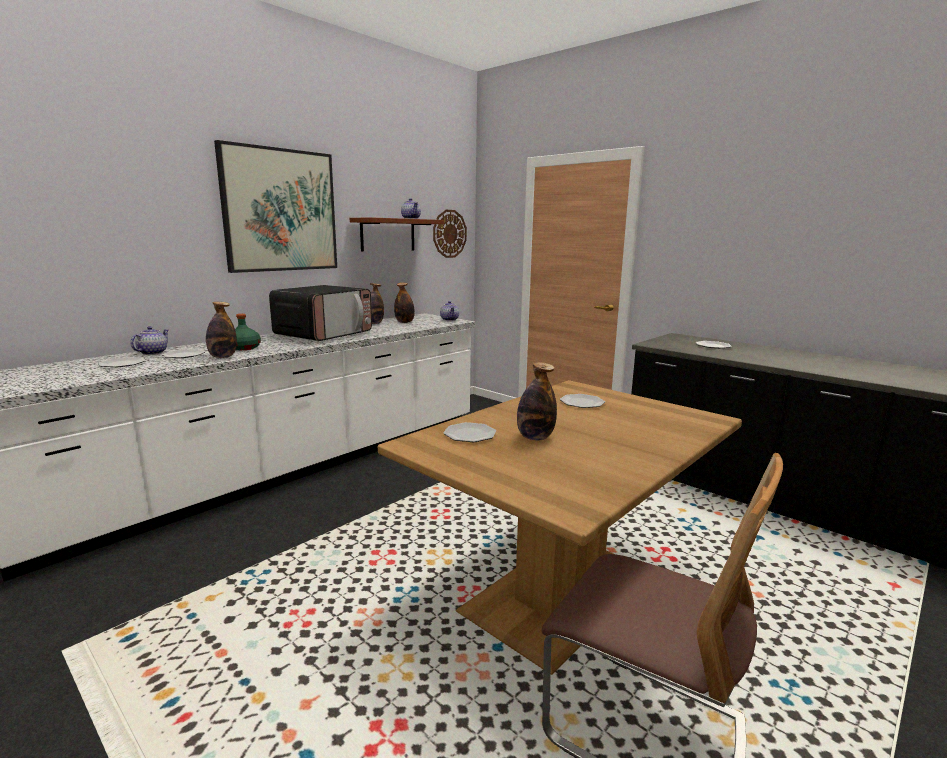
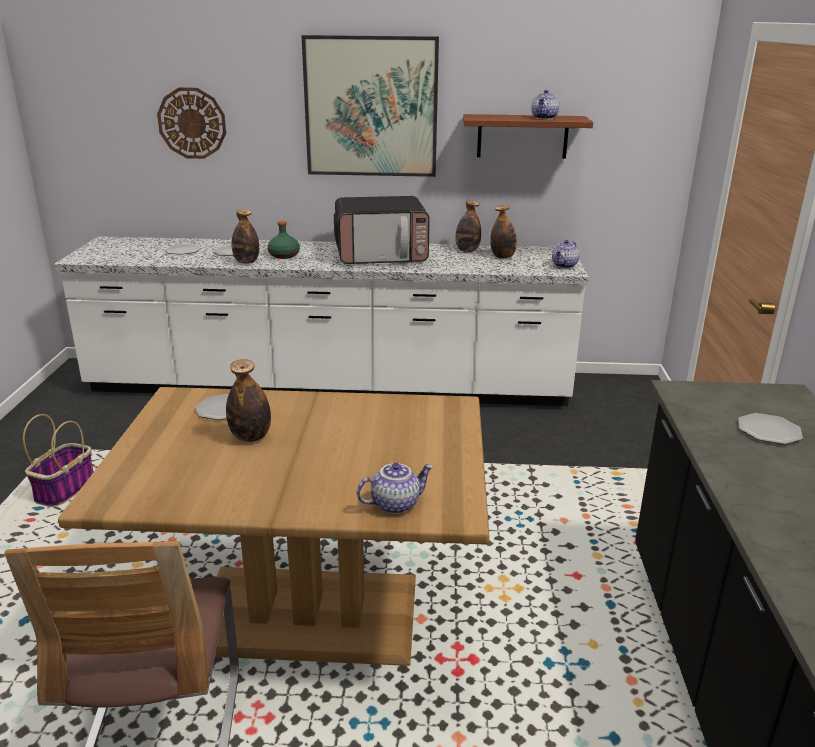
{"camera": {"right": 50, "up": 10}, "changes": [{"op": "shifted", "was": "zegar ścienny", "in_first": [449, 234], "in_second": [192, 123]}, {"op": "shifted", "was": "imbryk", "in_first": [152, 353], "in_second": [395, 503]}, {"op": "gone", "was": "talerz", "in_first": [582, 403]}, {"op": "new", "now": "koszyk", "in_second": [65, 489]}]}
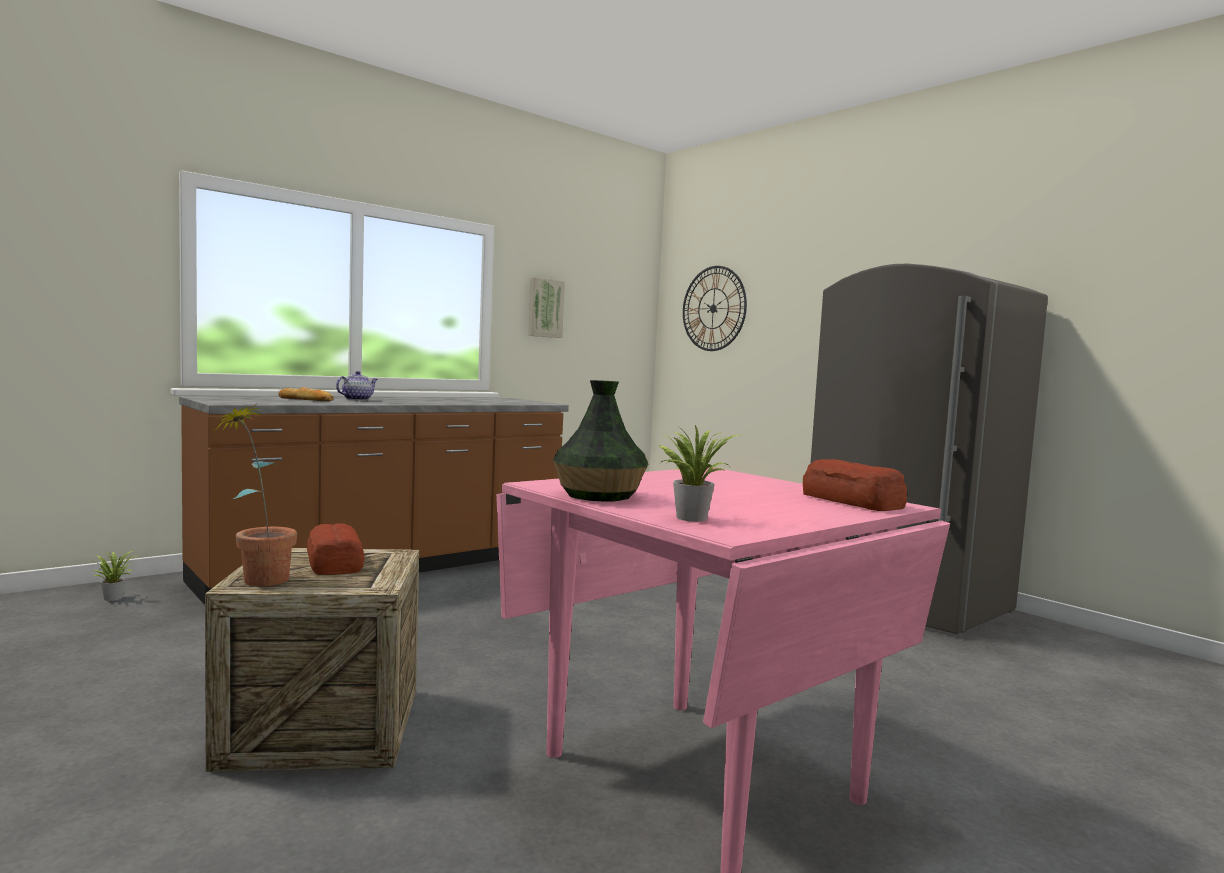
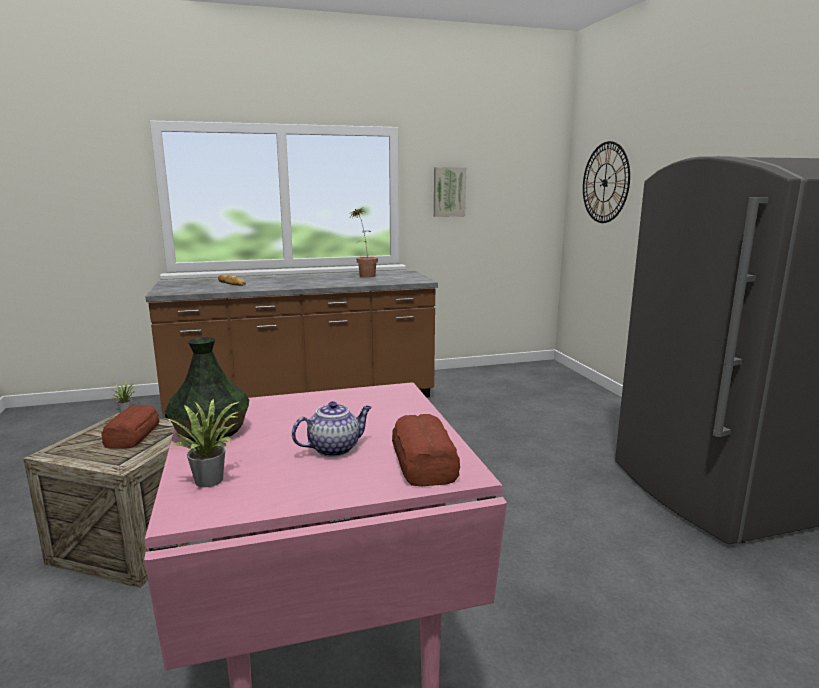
{"camera": {"right": 25, "up": 10}, "changes": [{"op": "shifted", "was": "imbryk", "in_first": [357, 399], "in_second": [335, 448]}, {"op": "shifted", "was": "roślina doniczkowa", "in_first": [258, 577], "in_second": [364, 275]}]}
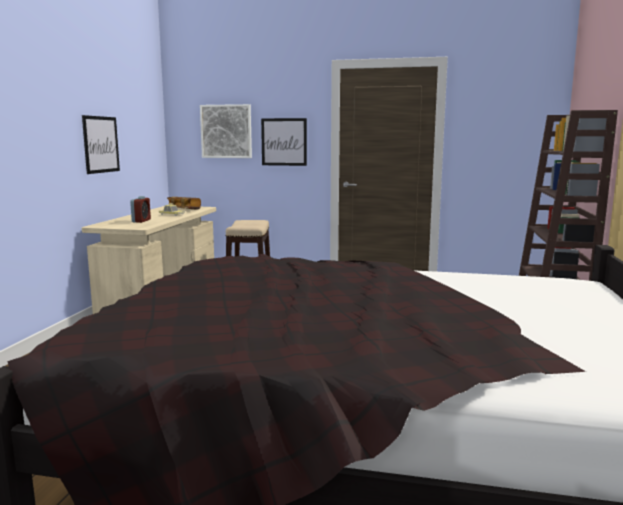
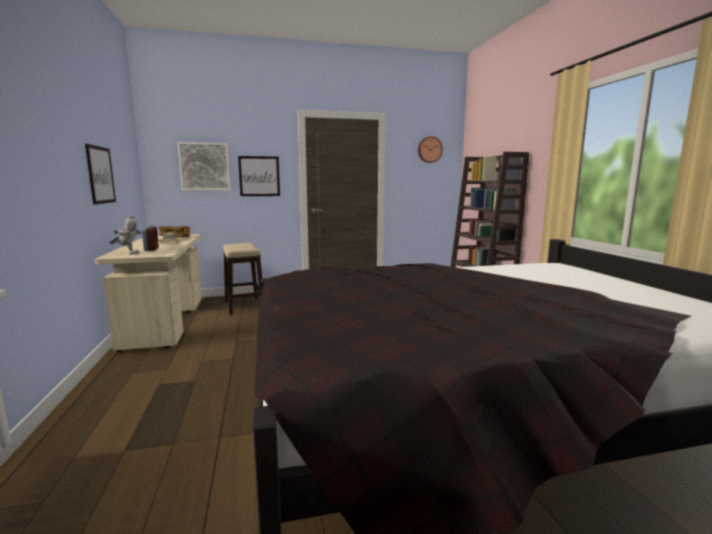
{"camera": {"right": -25, "up": 0}, "changes": [{"op": "new", "now": "zegar ścienny", "in_second": [429, 149]}, {"op": "new", "now": "robot zabawkowy", "in_second": [128, 254]}]}
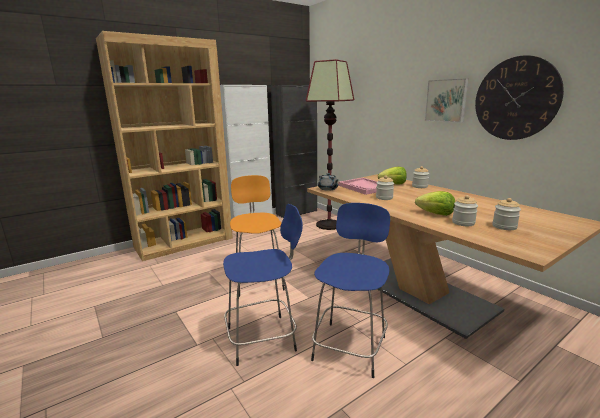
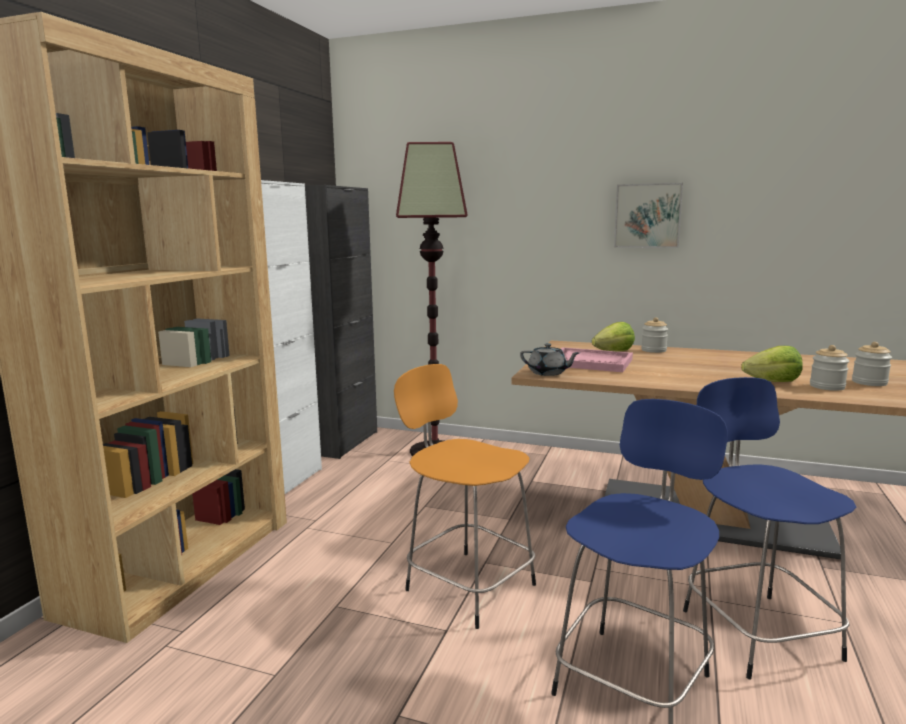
{"camera": {"right": -35, "up": -5}, "changes": [{"op": "gone", "was": "zegar ścienny", "in_first": [516, 99]}, {"op": "gone", "was": "słoik", "in_first": [384, 198]}]}
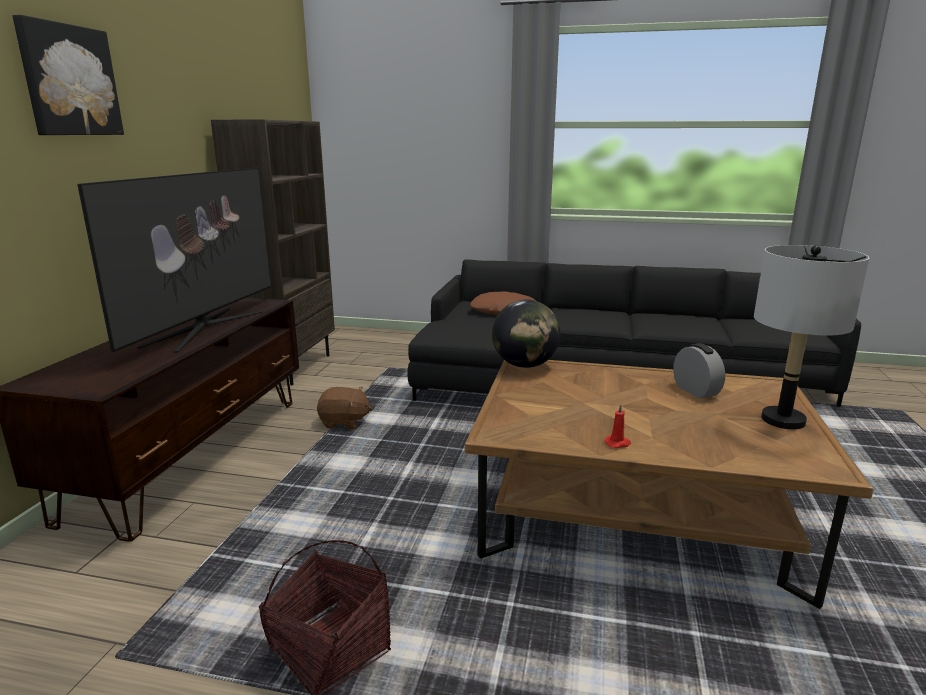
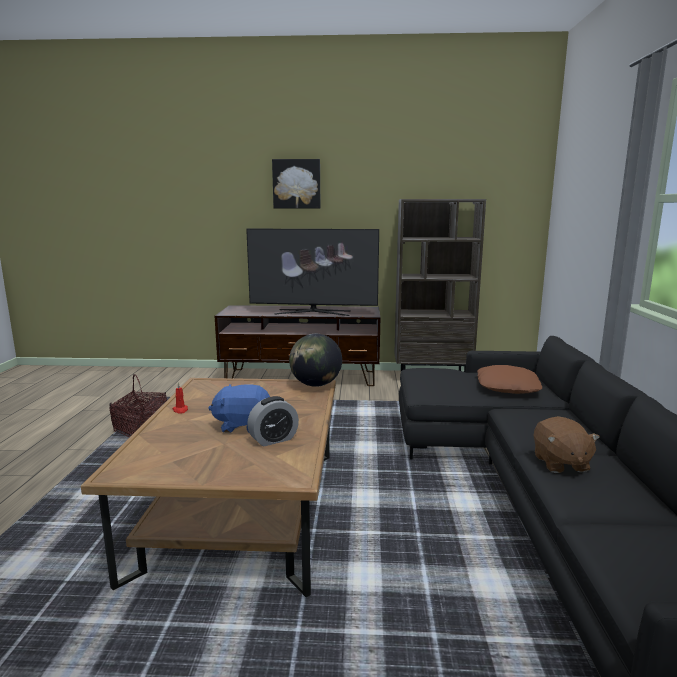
{"camera": {"right": 80, "up": -5}, "changes": [{"op": "gone", "was": "lampa stołowa (szary)", "in_first": [783, 420]}, {"op": "shifted", "was": "pluszak (brązowy)", "in_first": [344, 422], "in_second": [560, 463]}, {"op": "new", "now": "pluszak (niebieski)", "in_second": [243, 425]}]}
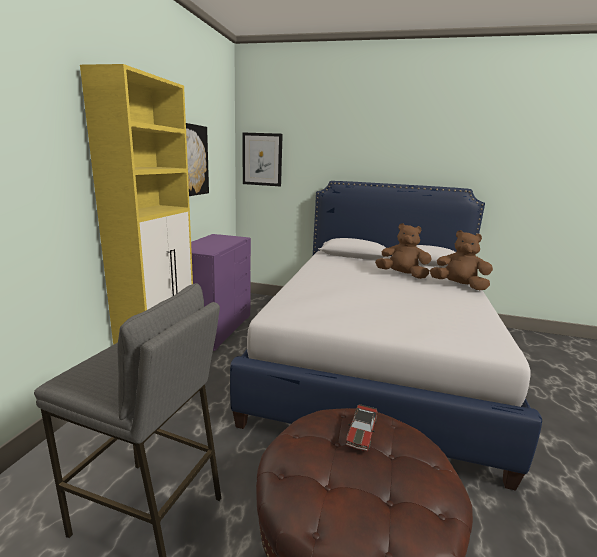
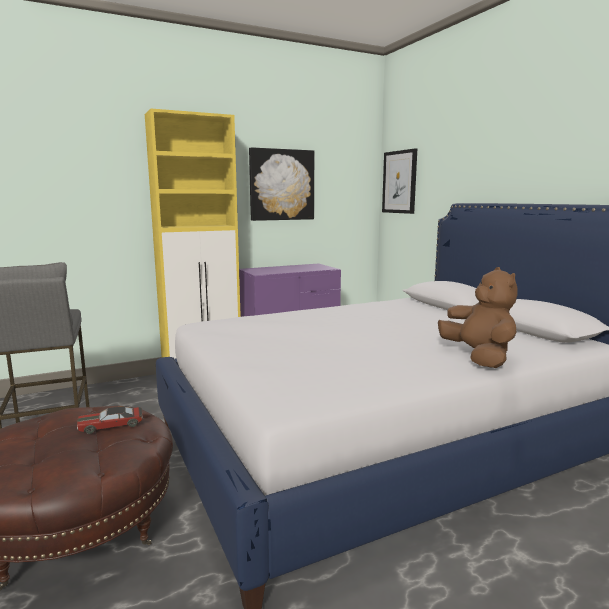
{"camera": {"right": 50, "up": -5}, "changes": [{"op": "gone", "was": "pluszak (brązowy)", "in_first": [402, 275]}]}
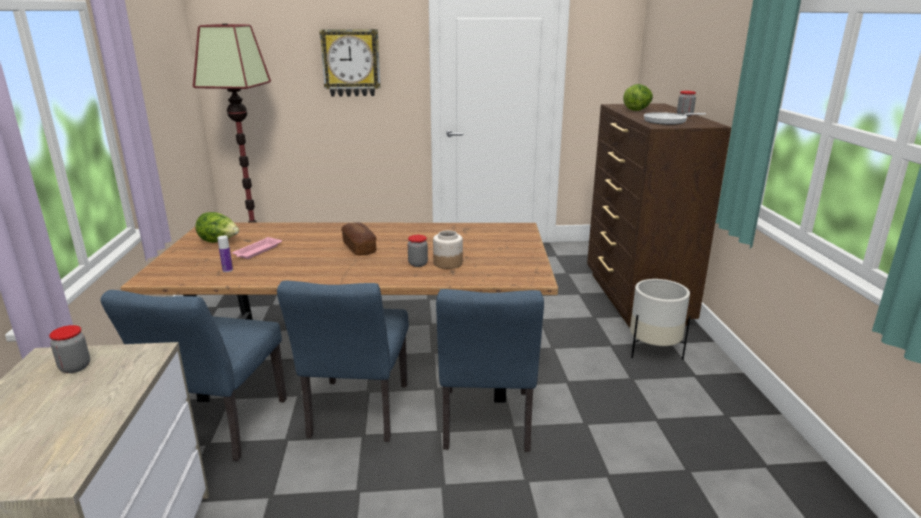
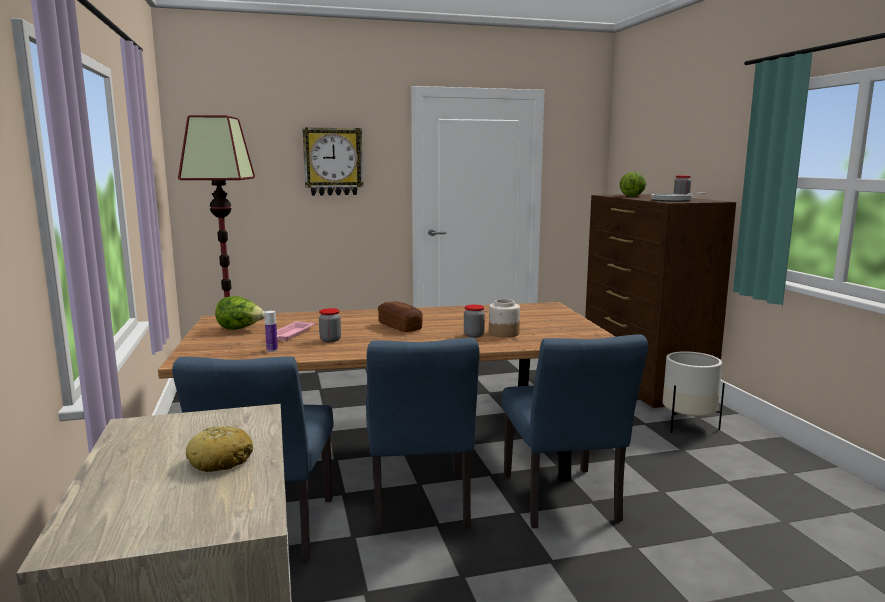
{"camera": {"right": -10, "up": -10}, "changes": [{"op": "shifted", "was": "słoik", "in_first": [75, 367], "in_second": [330, 340]}, {"op": "new", "now": "chleb", "in_second": [220, 461]}]}
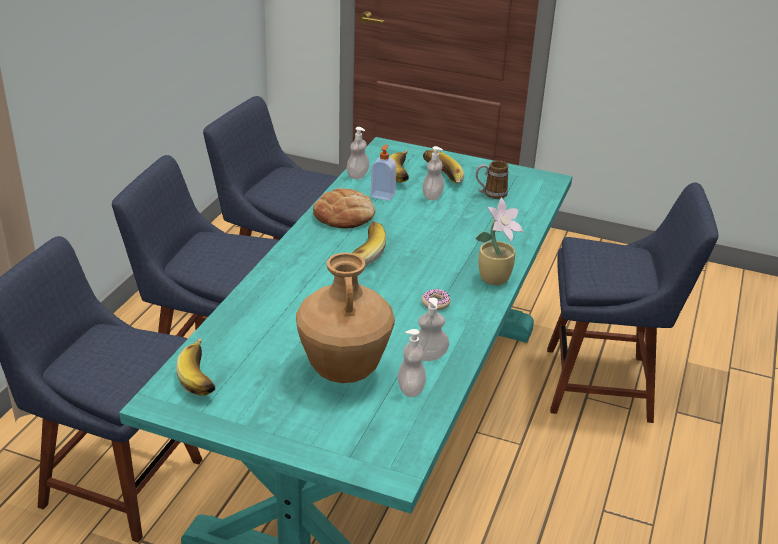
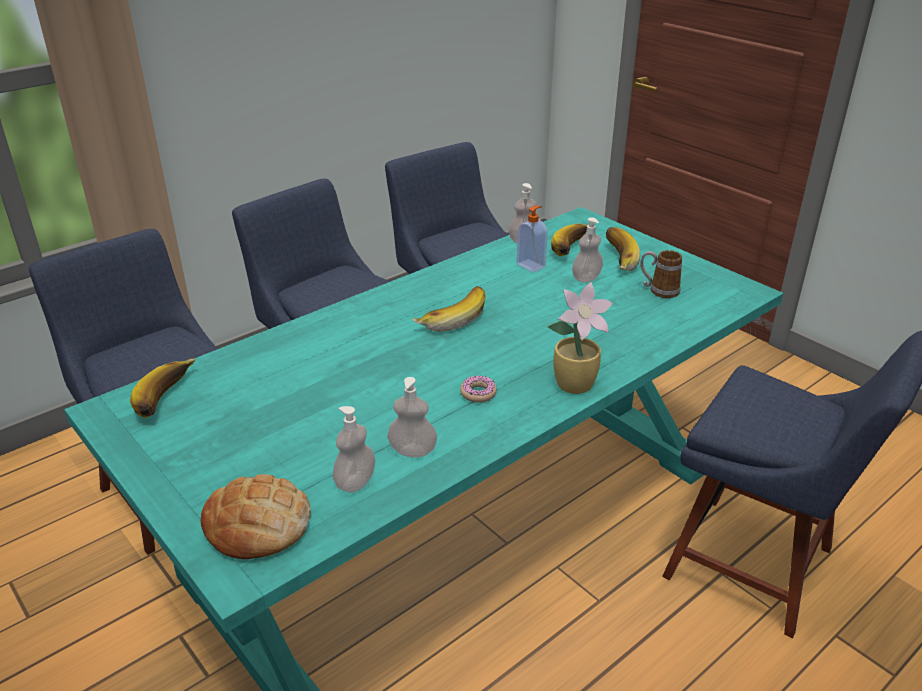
{"camera": {"right": 30, "up": 0}, "changes": [{"op": "shifted", "was": "chleb", "in_first": [344, 215], "in_second": [258, 524]}, {"op": "gone", "was": "wazon (brązowy)", "in_first": [344, 370]}]}
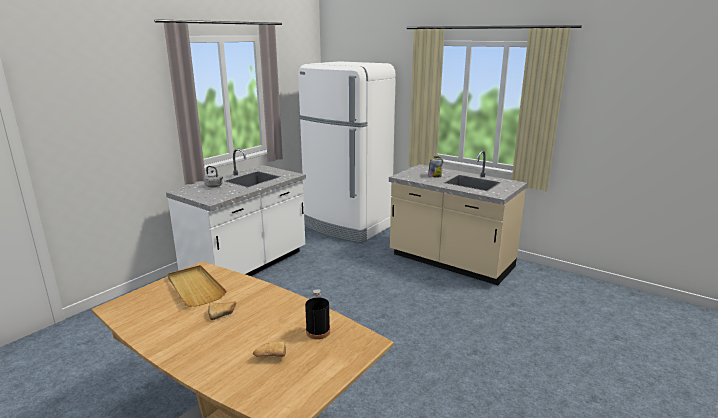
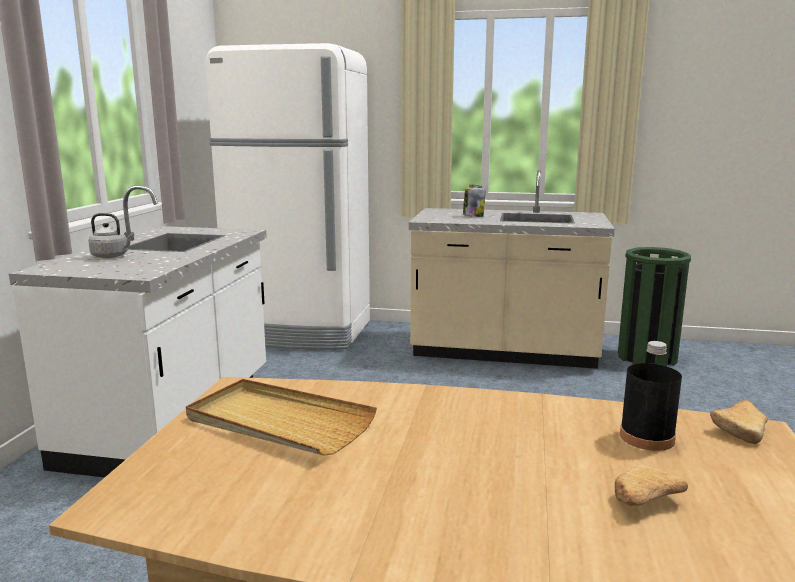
{"camera": {"right": -25, "up": -5}, "changes": [{"op": "shifted", "was": "chleb", "in_first": [223, 313], "in_second": [741, 429]}, {"op": "new", "now": "kosz na śmieci (zielony)", "in_second": [647, 357]}]}
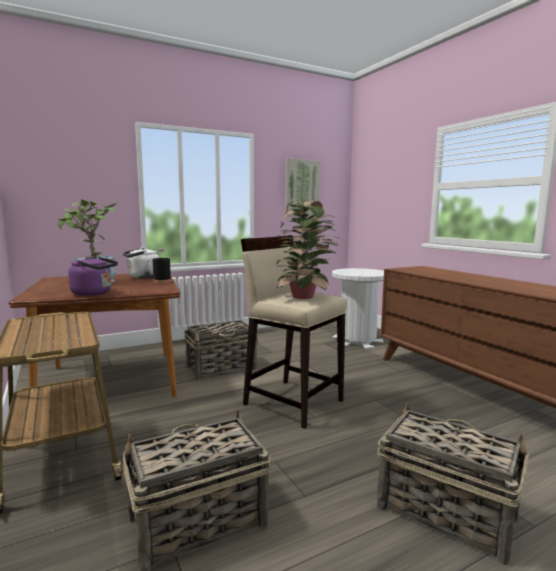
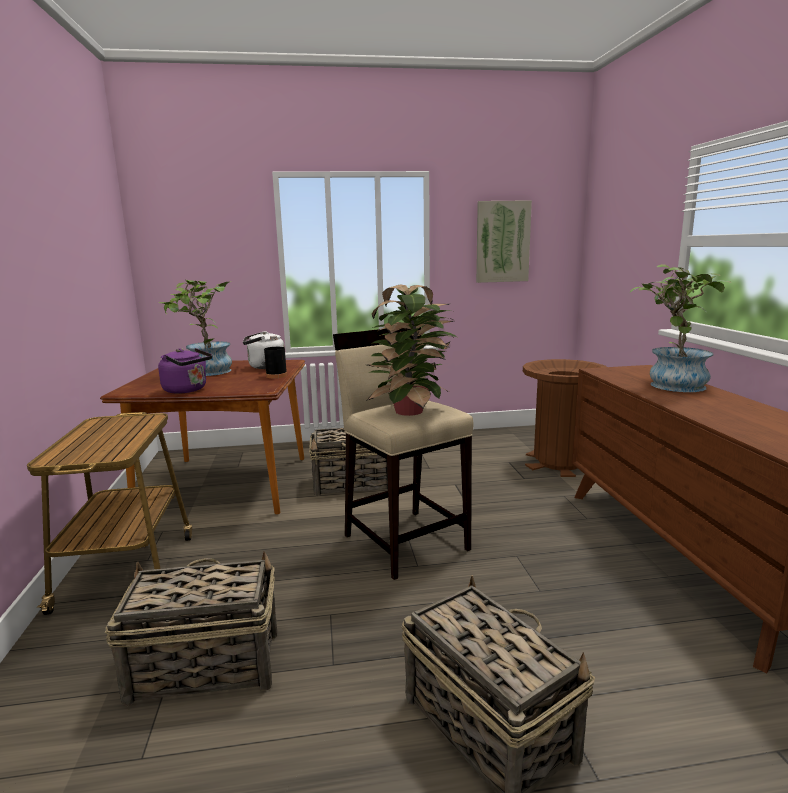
{"camera": {"right": 20, "up": 5}, "changes": [{"op": "repainted", "was": "kosz na śmieci (biały)", "now": "kosz na śmieci (brązowy)", "in_first": [358, 340], "in_second": [559, 463]}, {"op": "new", "now": "roślina doniczkowa", "in_second": [671, 383]}]}
